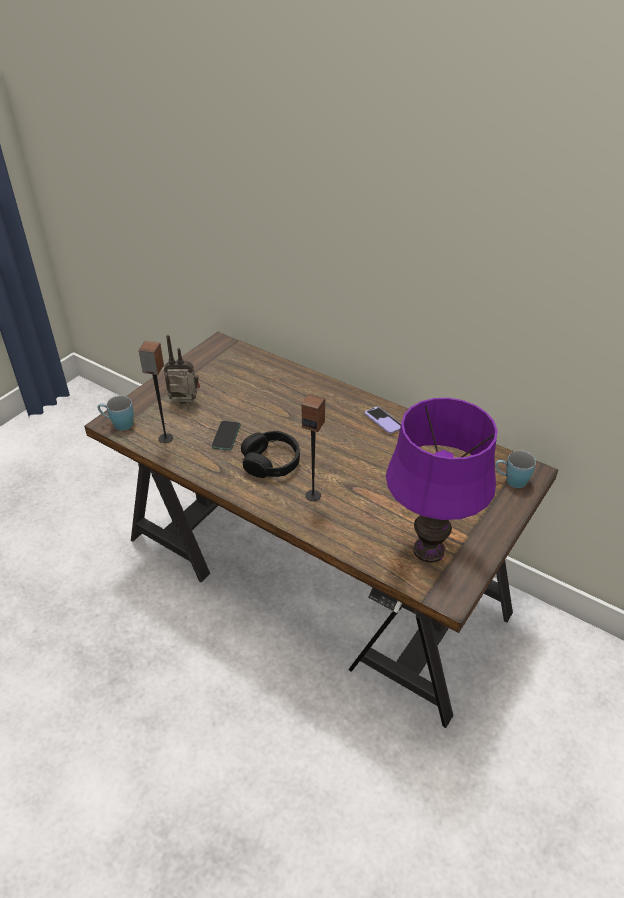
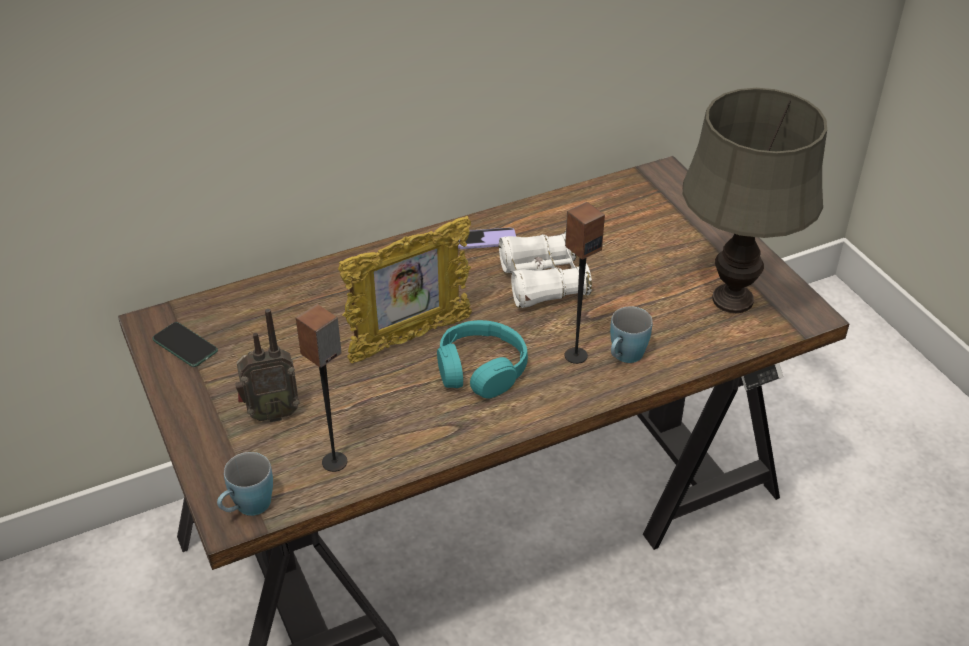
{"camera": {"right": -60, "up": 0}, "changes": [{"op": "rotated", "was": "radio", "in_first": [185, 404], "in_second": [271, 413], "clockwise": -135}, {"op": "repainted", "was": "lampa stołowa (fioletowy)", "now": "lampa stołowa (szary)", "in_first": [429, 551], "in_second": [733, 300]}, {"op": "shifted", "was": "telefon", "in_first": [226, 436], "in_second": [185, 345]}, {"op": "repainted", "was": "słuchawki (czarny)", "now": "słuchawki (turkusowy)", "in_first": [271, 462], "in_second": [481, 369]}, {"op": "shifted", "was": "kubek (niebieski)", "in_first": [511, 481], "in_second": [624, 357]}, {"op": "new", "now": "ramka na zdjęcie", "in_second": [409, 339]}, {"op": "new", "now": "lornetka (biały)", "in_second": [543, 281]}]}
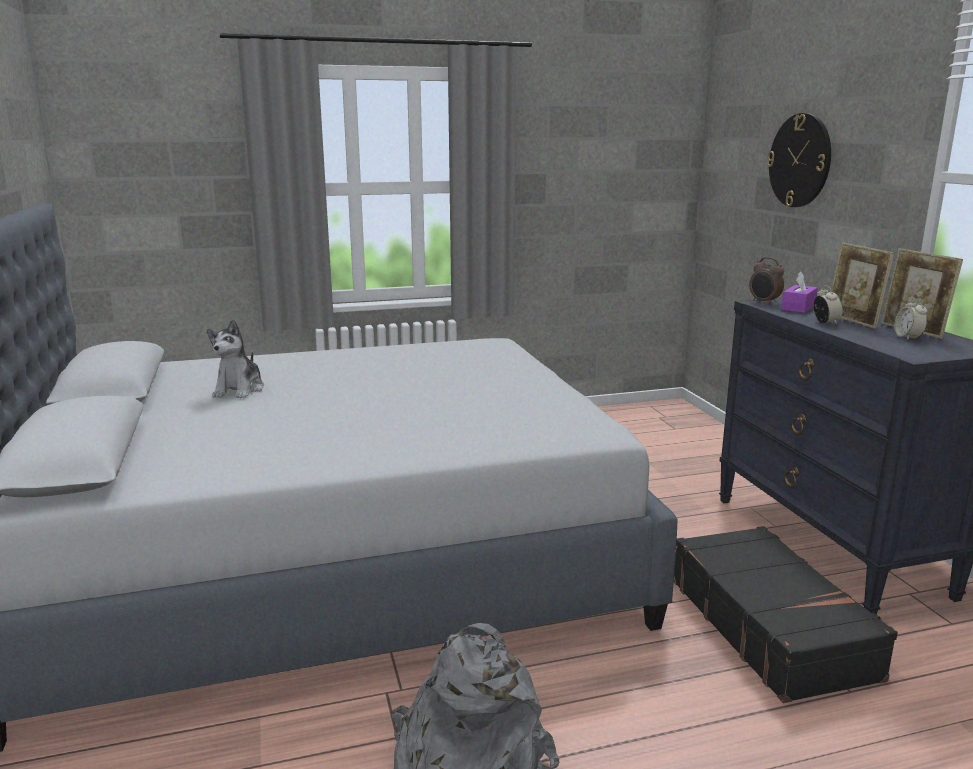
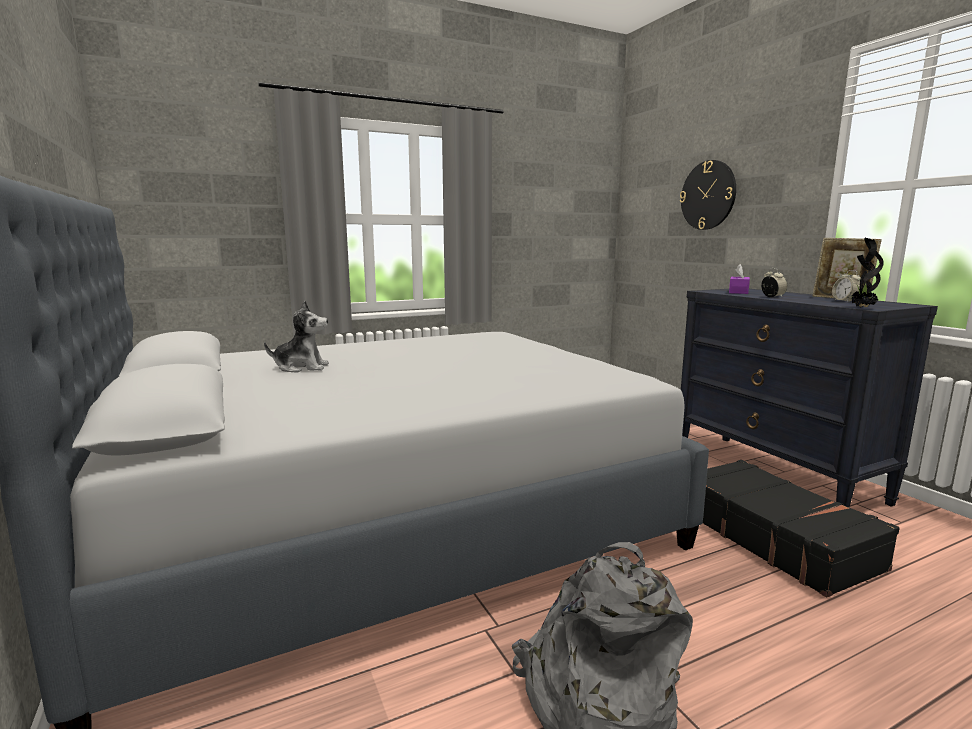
{"camera": {"right": -10, "up": -5}, "changes": [{"op": "gone", "was": "ramka na zdjęcie", "in_first": [853, 321]}, {"op": "gone", "was": "budzik", "in_first": [764, 302]}, {"op": "rotated", "was": "pluszak", "in_first": [239, 390], "in_second": [301, 367], "clockwise": -90}, {"op": "new", "now": "roślina doniczkowa", "in_second": [861, 307]}]}
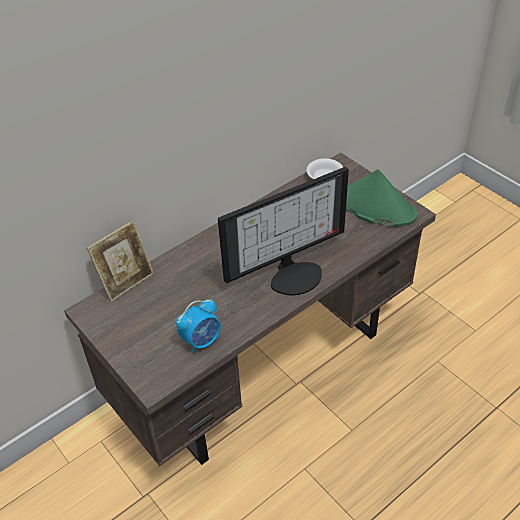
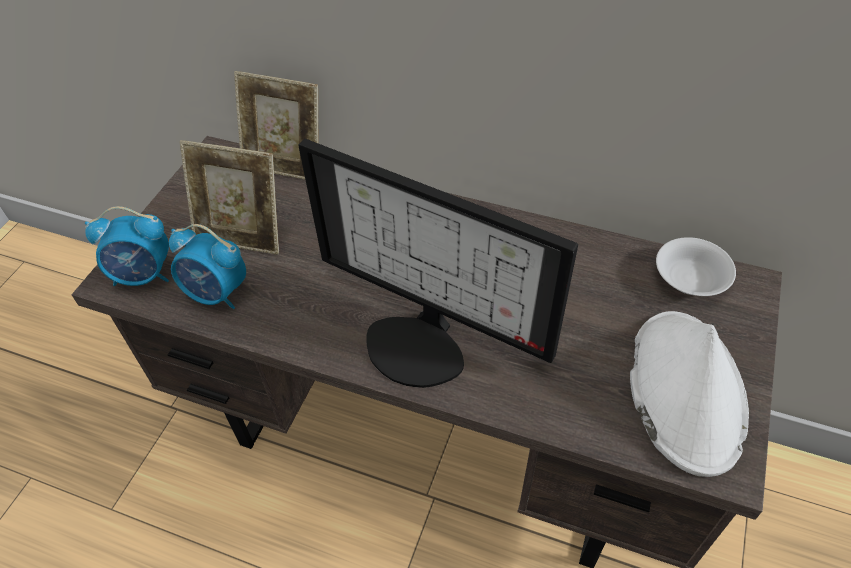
{"camera": {"right": 60, "up": 5}, "changes": [{"op": "repainted", "was": "kapelusz (zielony)", "now": "kapelusz (biały)", "in_first": [375, 207], "in_second": [685, 390]}, {"op": "new", "now": "ramka na zdjęcie", "in_second": [242, 235]}, {"op": "new", "now": "budzik", "in_second": [144, 275]}]}
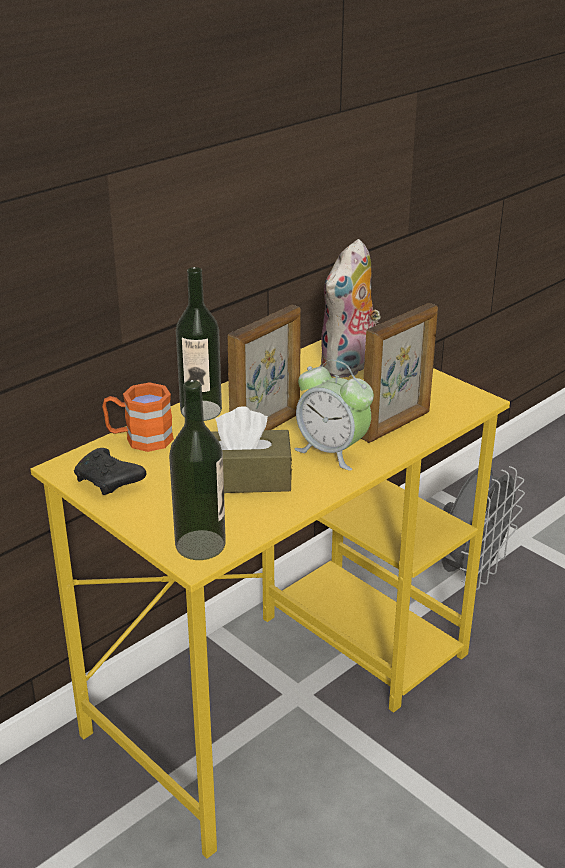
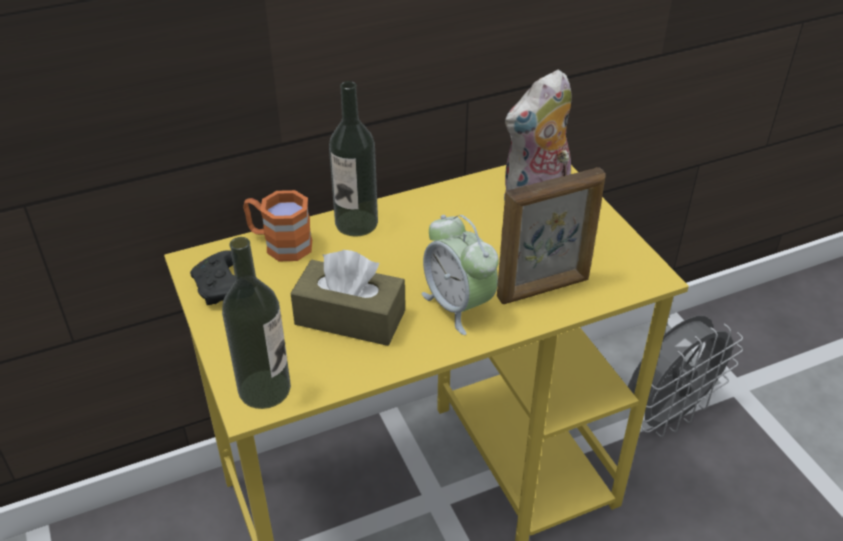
{"camera": {"right": 20, "up": 10}, "changes": [{"op": "gone", "was": "ramka na zdjęcie", "in_first": [266, 429]}]}
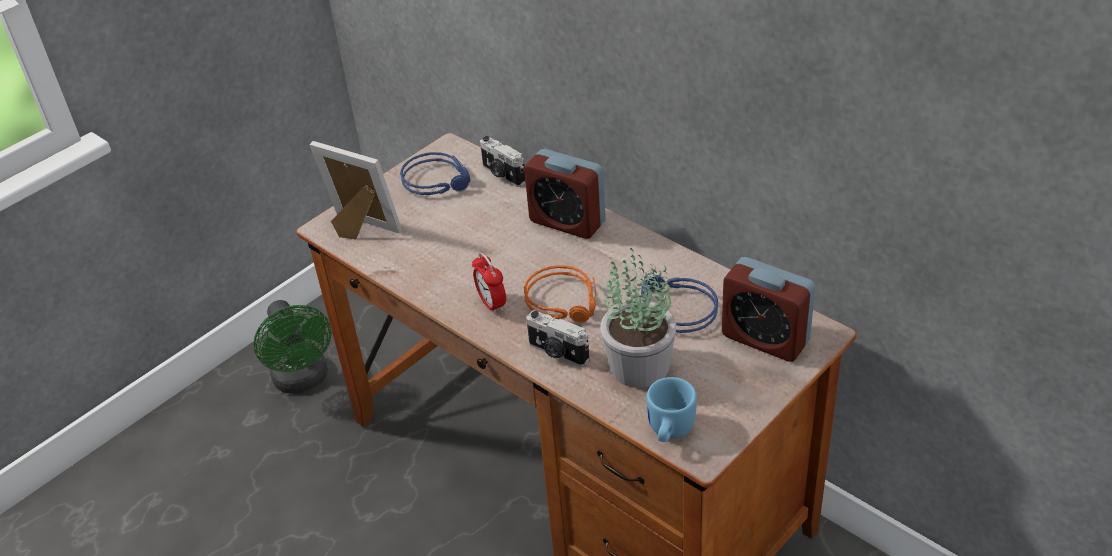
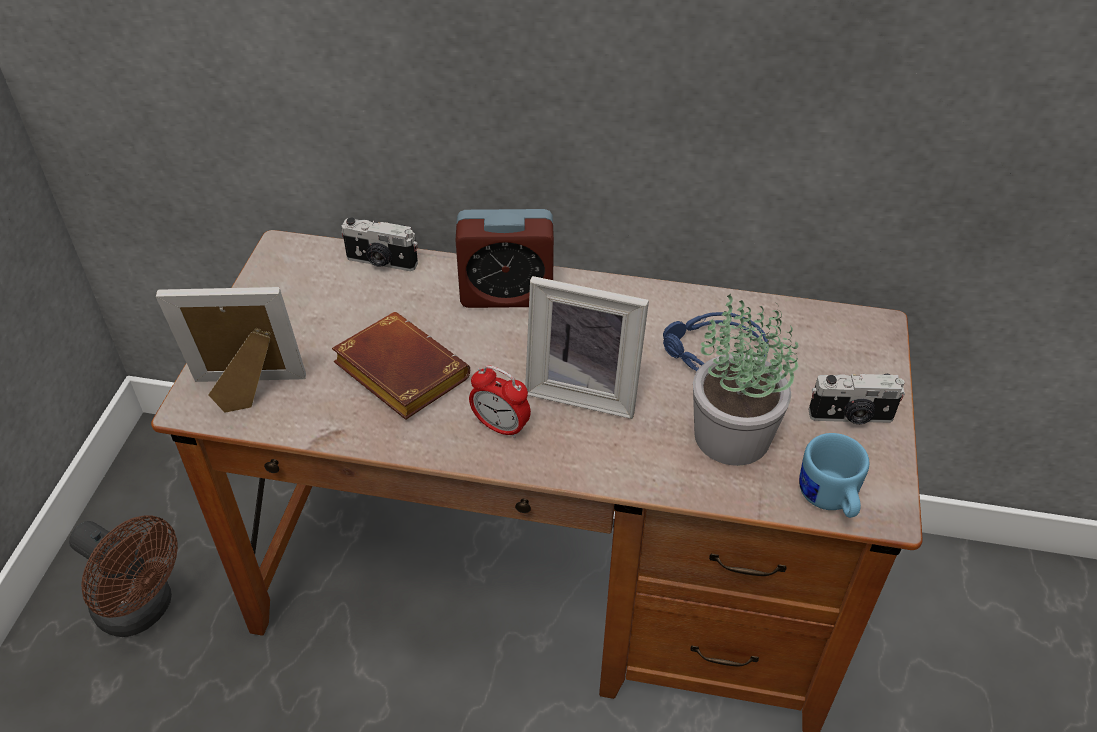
{"camera": {"right": -35, "up": 5}, "changes": [{"op": "gone", "was": "słuchawki (niebieski)", "in_first": [438, 180]}, {"op": "gone", "was": "budzik", "in_first": [765, 338]}, {"op": "swapped", "was": "słuchawki (pomarańczowy)", "now": "ramka na zdjęcie", "in_first": [565, 301], "in_second": [584, 389]}, {"op": "repainted", "was": "wentylator (zielony)", "now": "wentylator (brązowy)", "in_first": [303, 380], "in_second": [143, 610]}, {"op": "shifted", "was": "aparat fotograficzny", "in_first": [557, 353], "in_second": [851, 417]}, {"op": "new", "now": "książka (brązowy)", "in_second": [397, 373]}]}
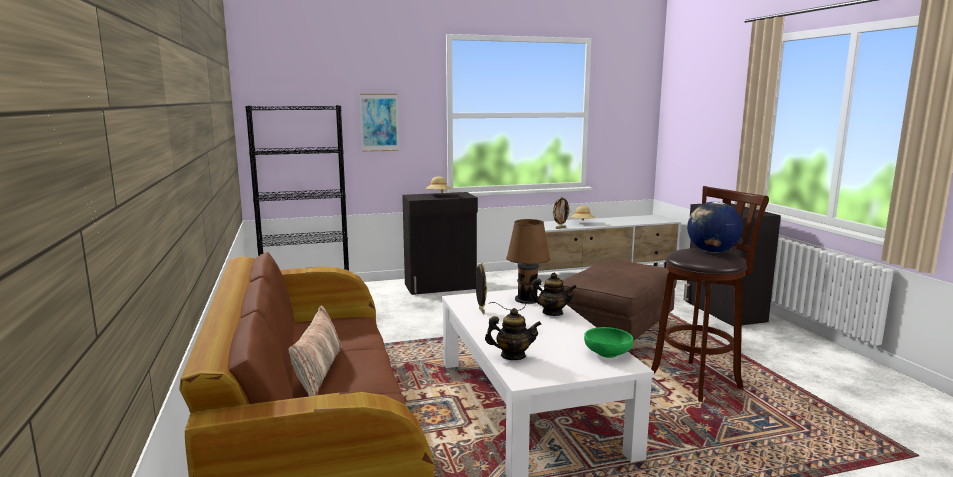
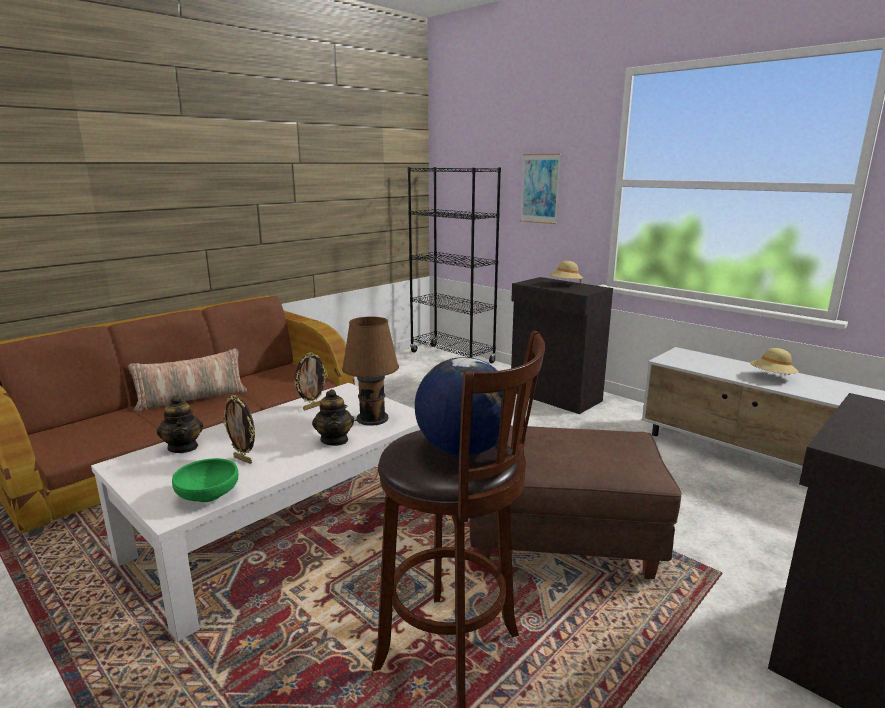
{"camera": {"right": 60, "up": 5}, "changes": [{"op": "shifted", "was": "ramka na zdjęcie", "in_first": [560, 228], "in_second": [243, 459]}]}
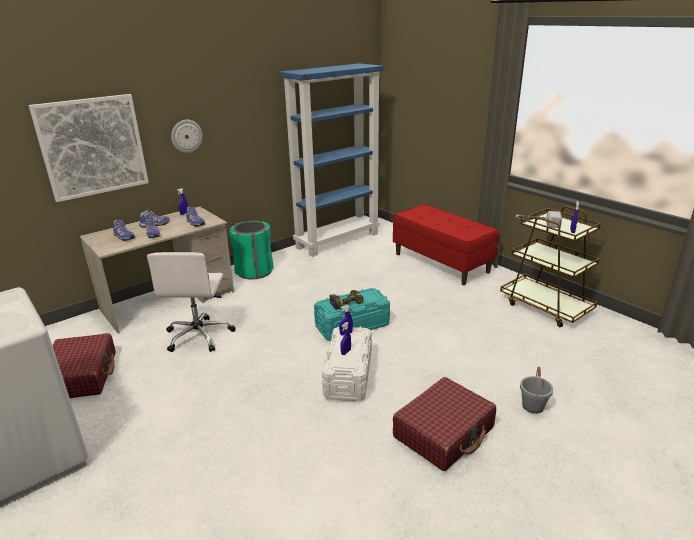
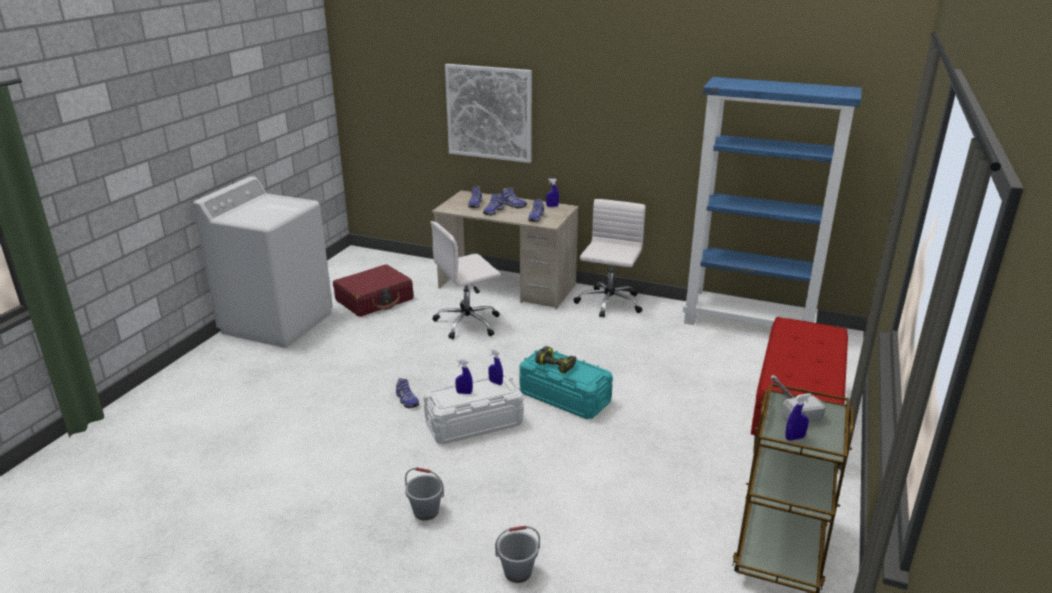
{"camera": {"right": 60, "up": 0}, "changes": [{"op": "gone", "was": "zegar ścienny", "in_first": [186, 136]}, {"op": "swapped", "was": "kosz na śmieci (zielony)", "now": "krzesło biurowe (biały)", "in_first": [254, 271], "in_second": [608, 304]}, {"op": "swapped", "was": "walizka (czerwony)", "now": "wiadro (szary)", "in_first": [444, 432], "in_second": [426, 511]}, {"op": "new", "now": "but", "in_second": [406, 400]}]}
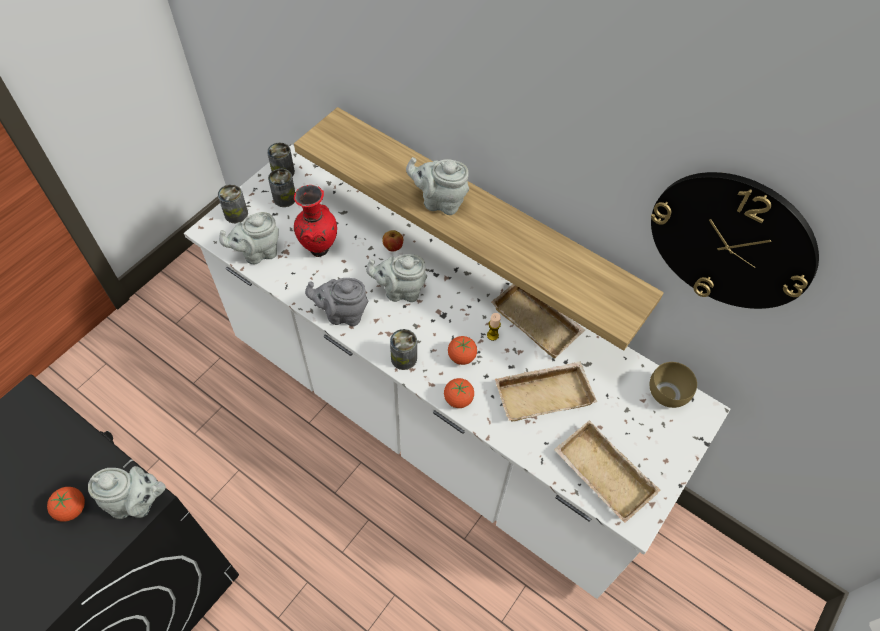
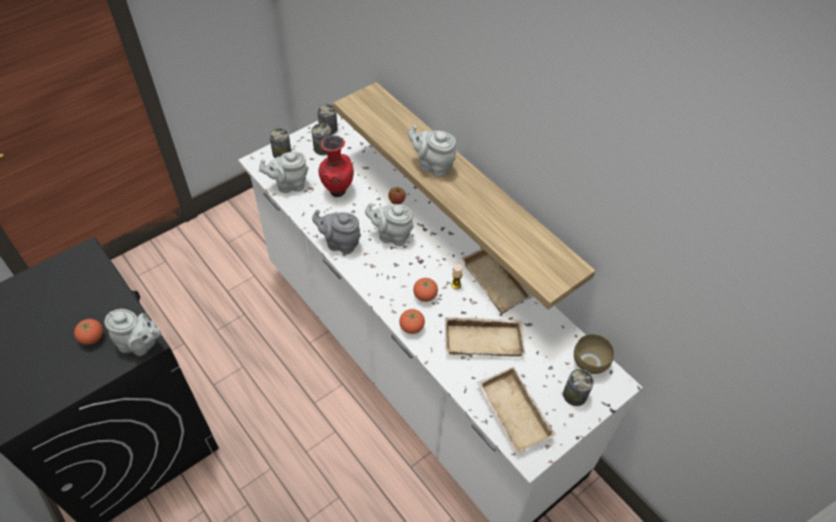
{"camera": {"right": 15, "up": -5}, "changes": [{"op": "gone", "was": "zegar ścienny", "in_first": [731, 241]}, {"op": "shifted", "was": "puszka", "in_first": [404, 358], "in_second": [574, 395]}]}
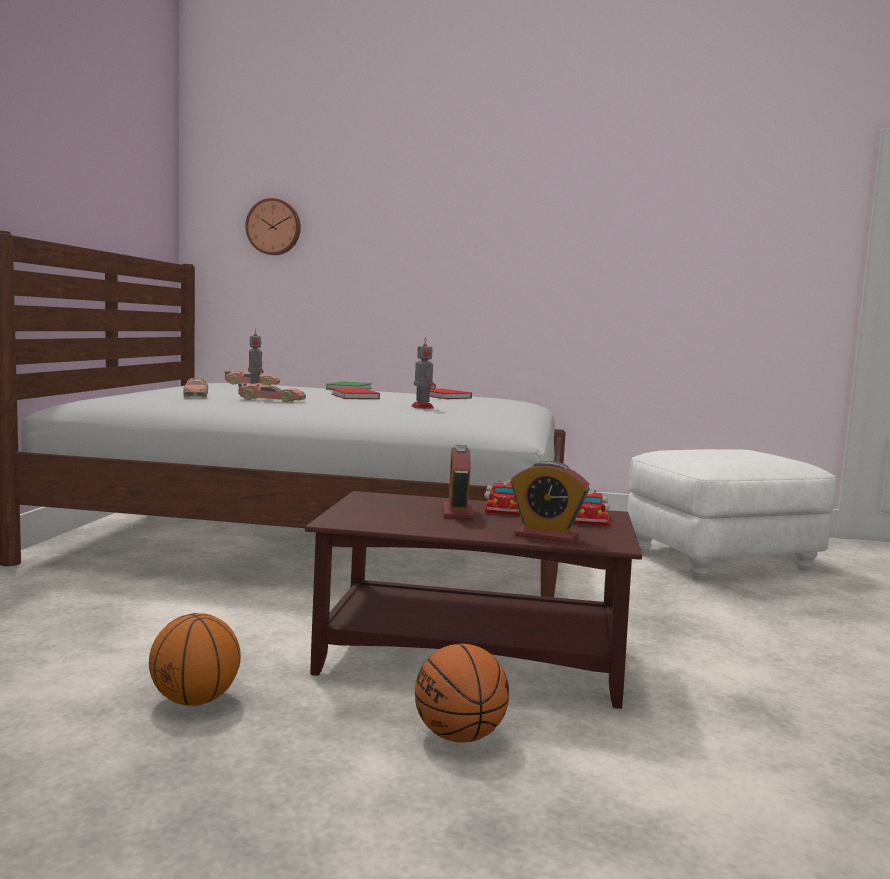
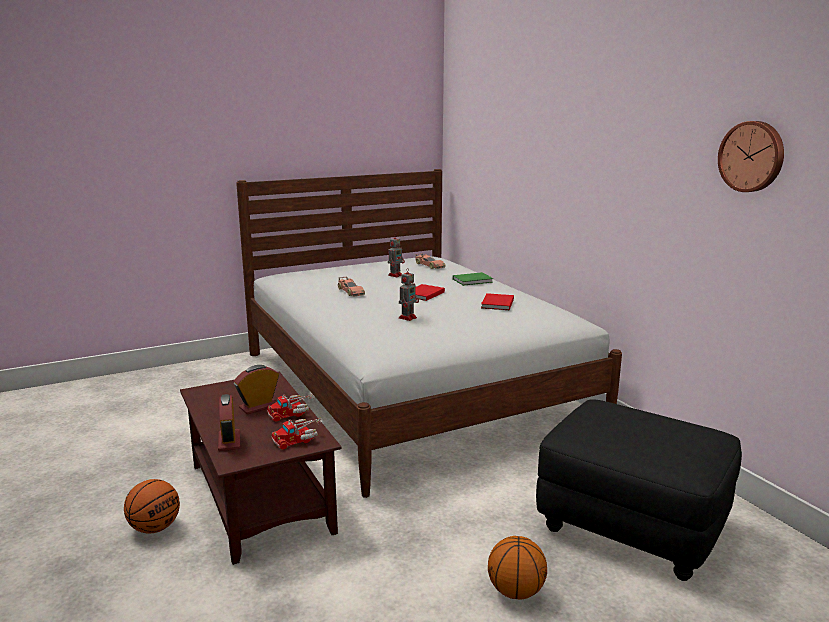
{"camera": {"right": 55, "up": 10}, "changes": [{"op": "shifted", "was": "zegar ścienny", "in_first": [274, 227], "in_second": [752, 156]}, {"op": "gone", "was": "samochodzik", "in_first": [196, 395]}, {"op": "repainted", "was": "pufa (biały)", "now": "pufa (czarny)", "in_first": [721, 559], "in_second": [632, 527]}, {"op": "shifted", "was": "piłka do koszykówki", "in_first": [195, 700], "in_second": [516, 592]}]}
